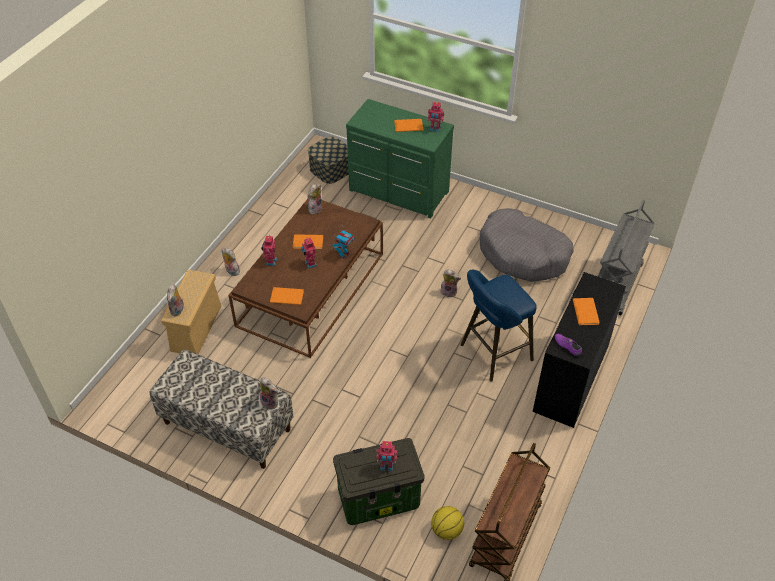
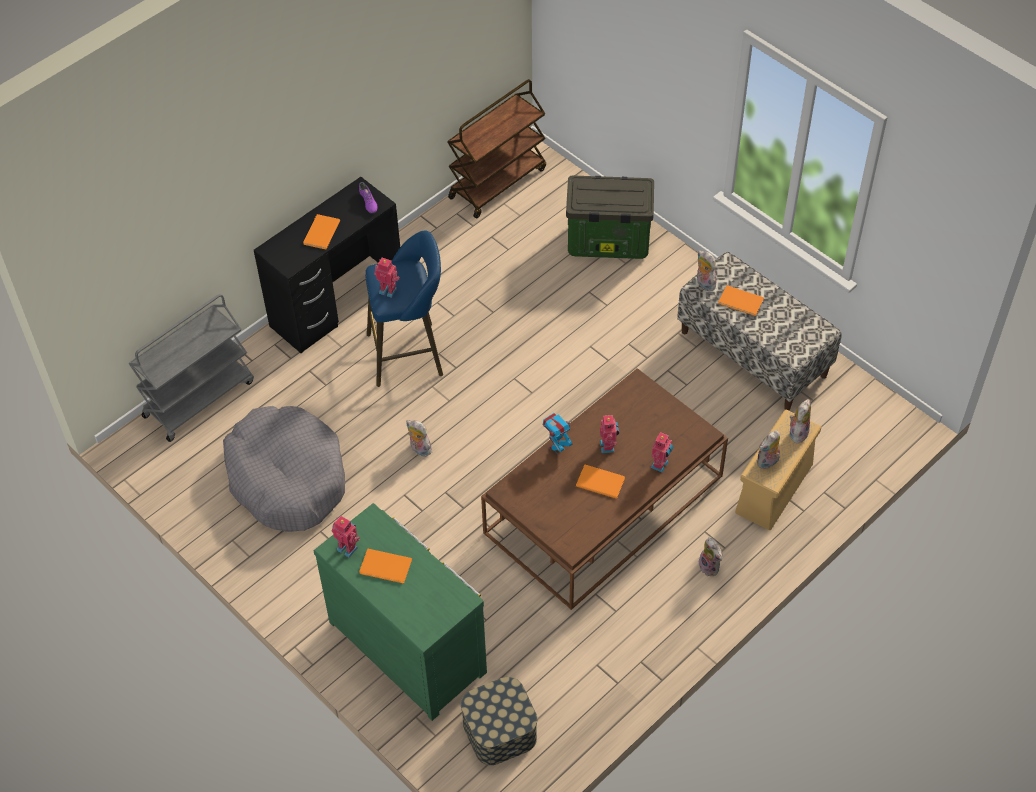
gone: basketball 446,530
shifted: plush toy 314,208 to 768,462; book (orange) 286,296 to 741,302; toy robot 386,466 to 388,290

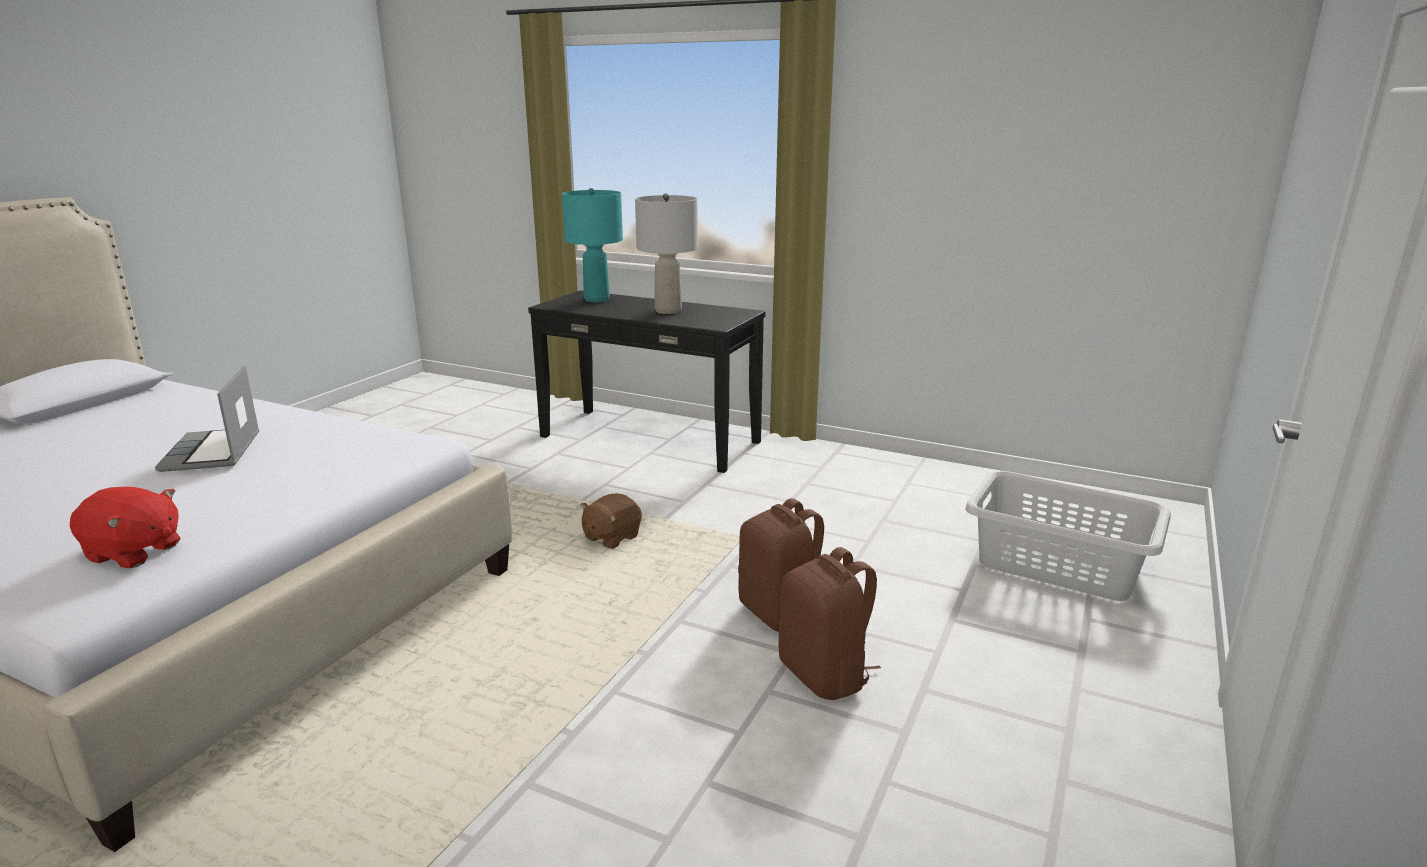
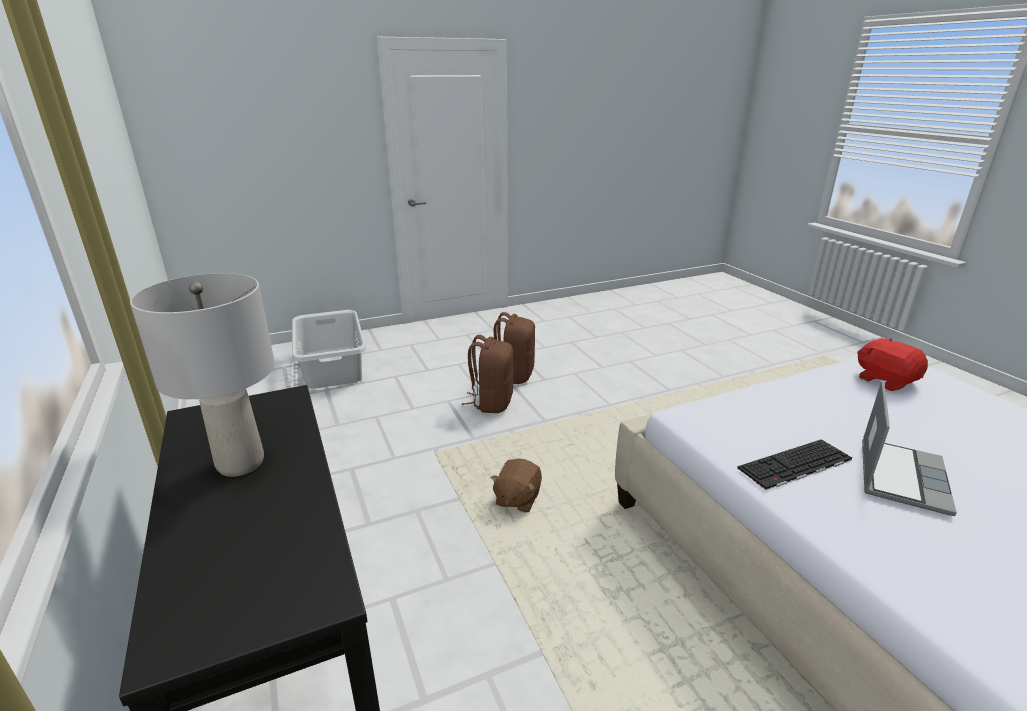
gone: table lamp (turquoise) 597,299
new: keyboard 795,465
rotated: plush toy (brown) 611,538 = 517,499 120 degrees clockwise

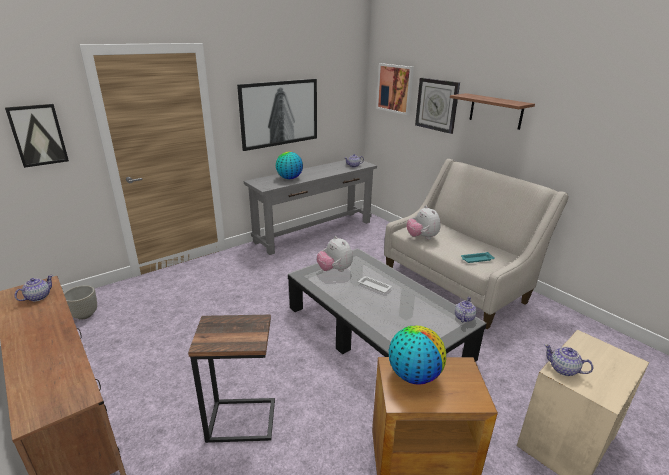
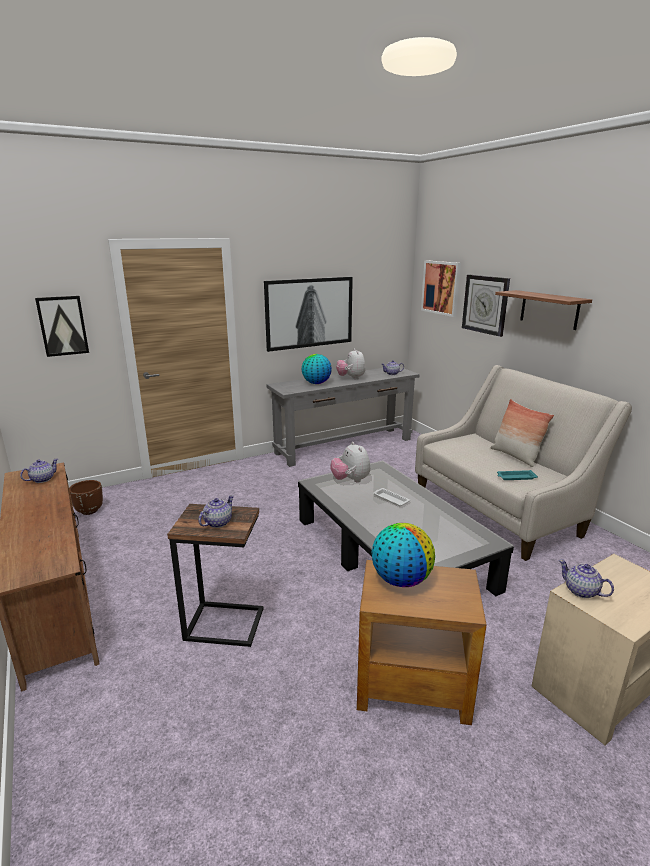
new: pillow 515,456
shifted: plush toy 422,237 to 351,378; teapot 463,318 to 217,523
repainted: planter (grey) 85,315 to planter (brown) 90,511

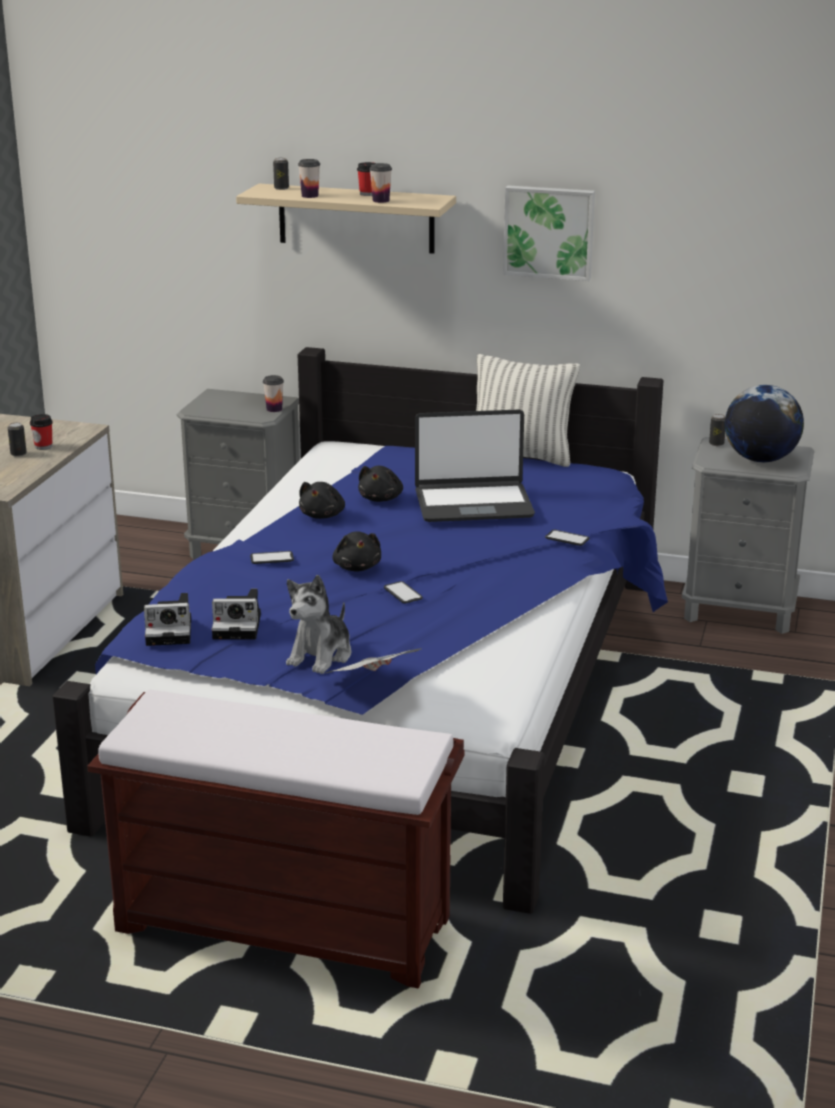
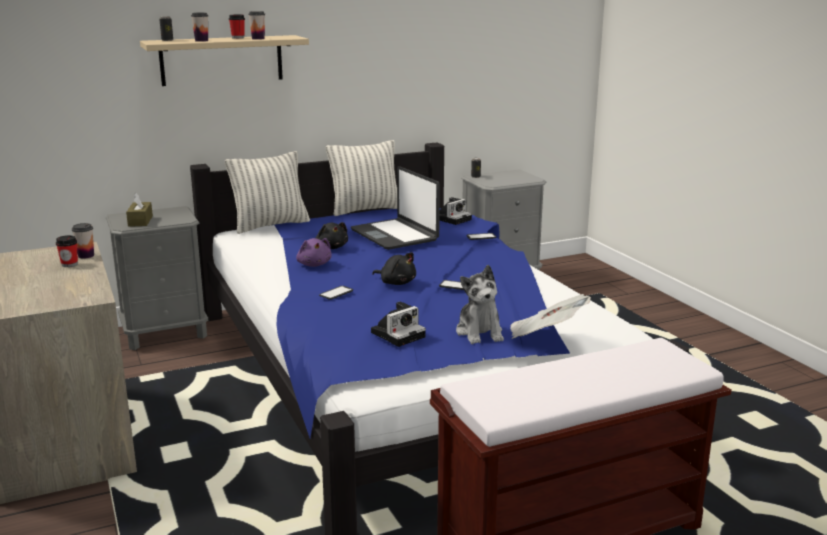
gone: picture 549,232; globe 760,459; can 18,454
new: pillow 270,225; tissue box (brown) 140,221
shifted: cup 274,409 to 86,256; photo camera 171,631 to 452,219
repainted: plush toy (black) 323,515 to plush toy (purple) 314,264
rotated: laptop 473,504 = 395,235 105 degrees clockwise

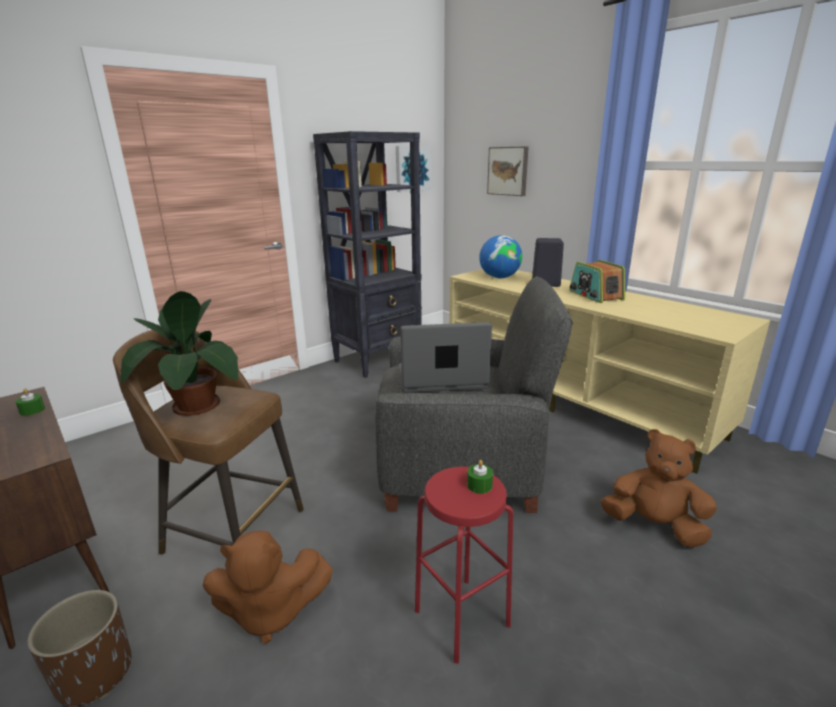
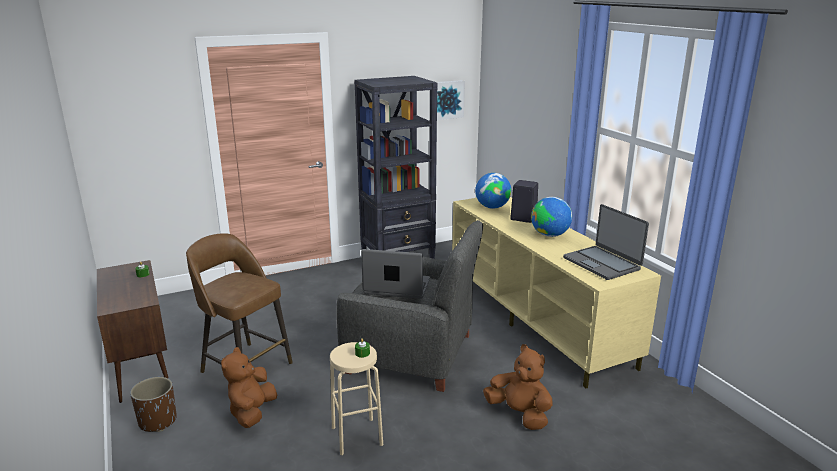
gone: picture 508,171; potted plant 195,407
new: laptop 602,263
swapped: radio 595,295 to globe 550,235
repainted: stool (red) 461,617 to stool (beige) 357,436
rotated: plush toy (brown) 270,612 = 252,412 90 degrees clockwise

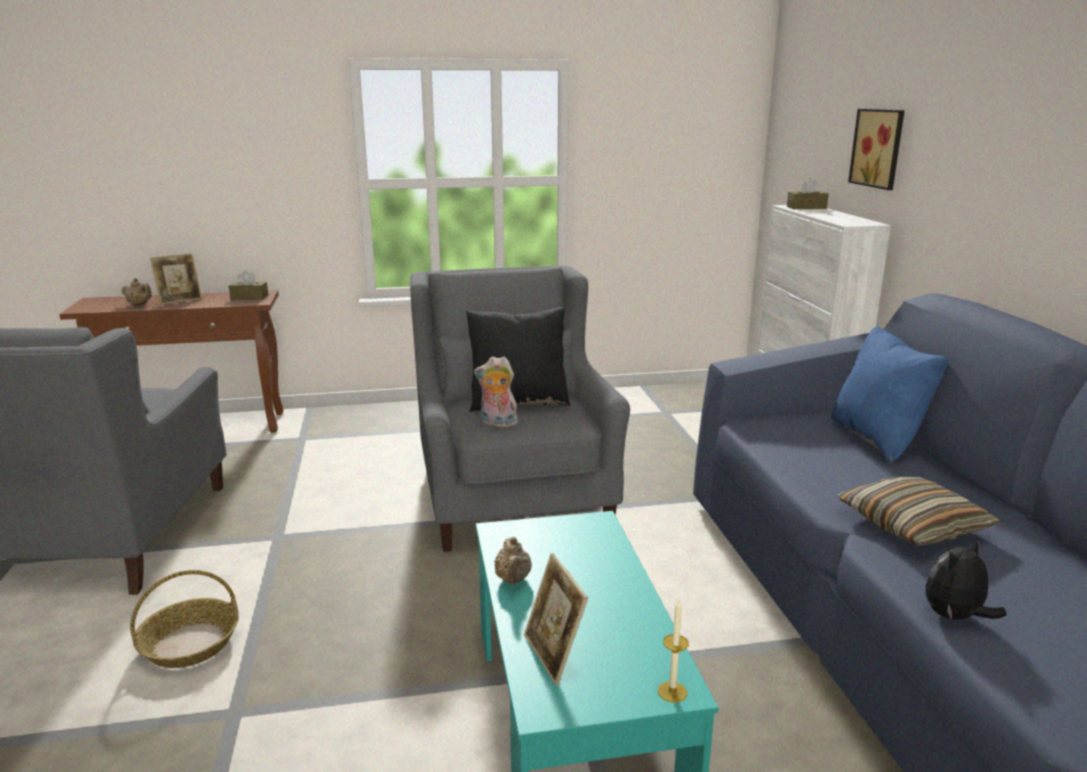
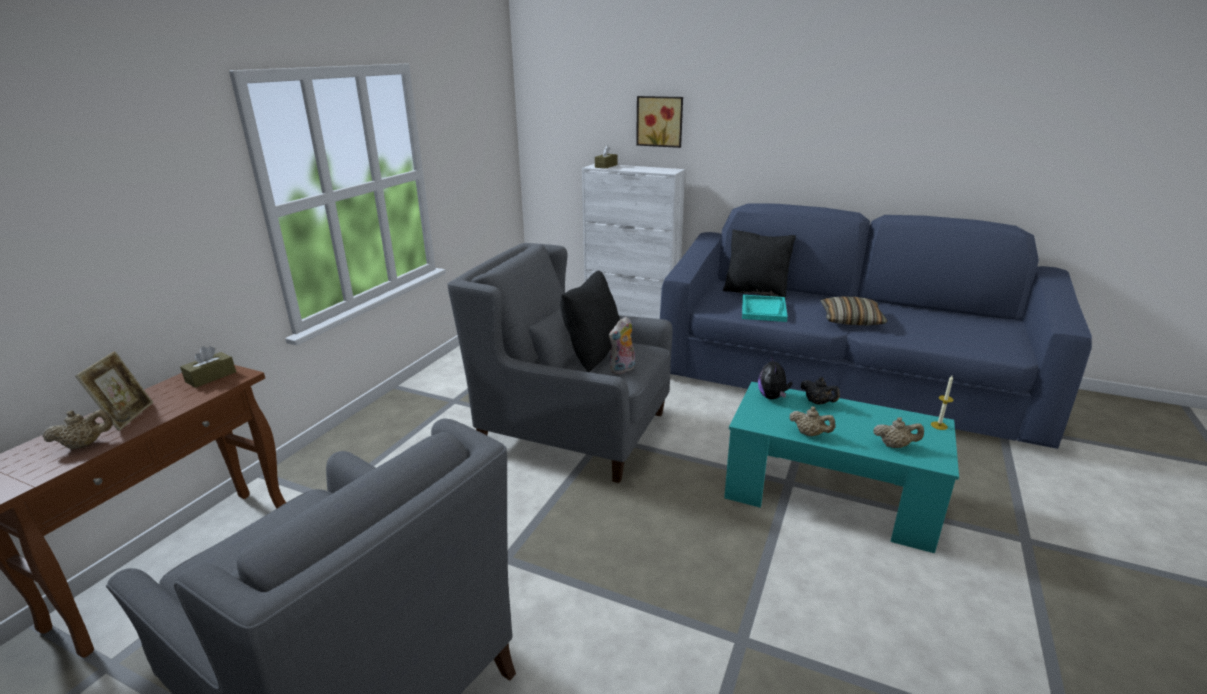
gone: basket 190,643
new: tray (turquoise) 763,310; teapot (black) 818,403
shifted: plush toy 954,617 to 772,397
swapped: picture frame 554,656 to teapot (beige) 895,446
repainted: pillow (blue) 878,439 to pillow (black) 755,292

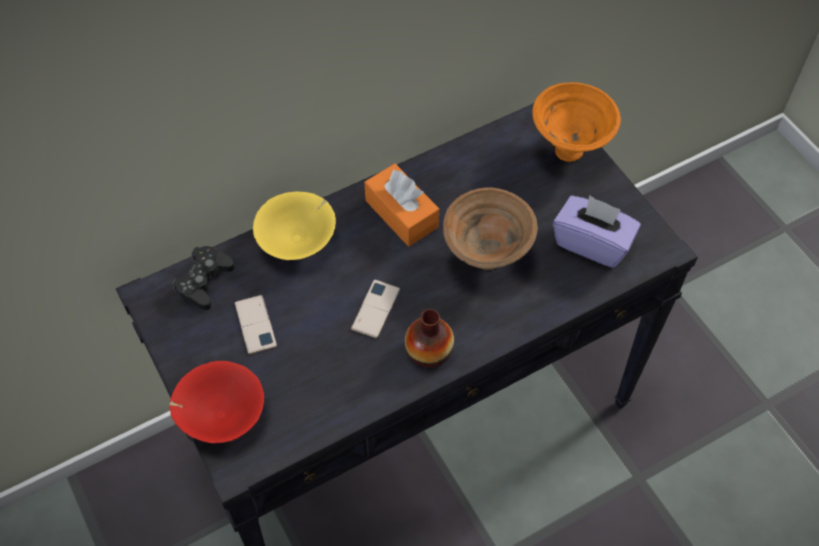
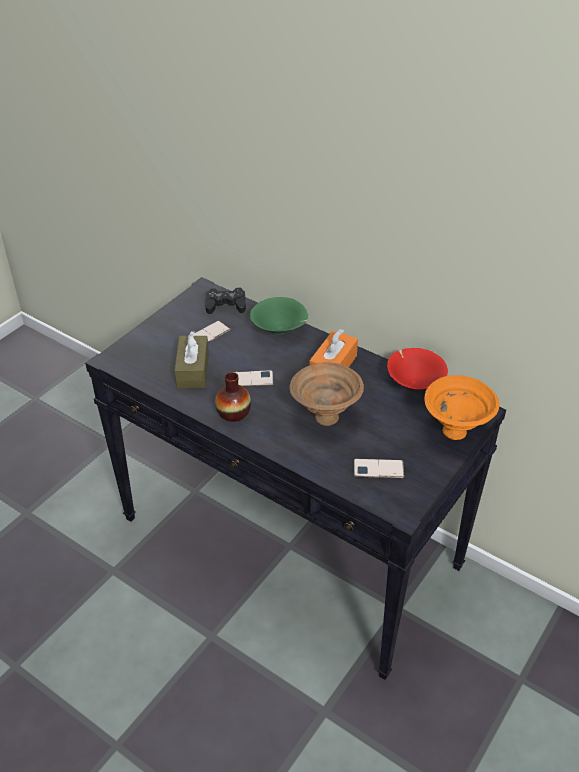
new: tissue box (brown) 193,370
shifted: bowl (red) 220,415 to 414,383
swapped: tissue box (purple) 592,243 to phone 378,469
repainted: bowl (yellow) 298,241 to bowl (green) 280,331

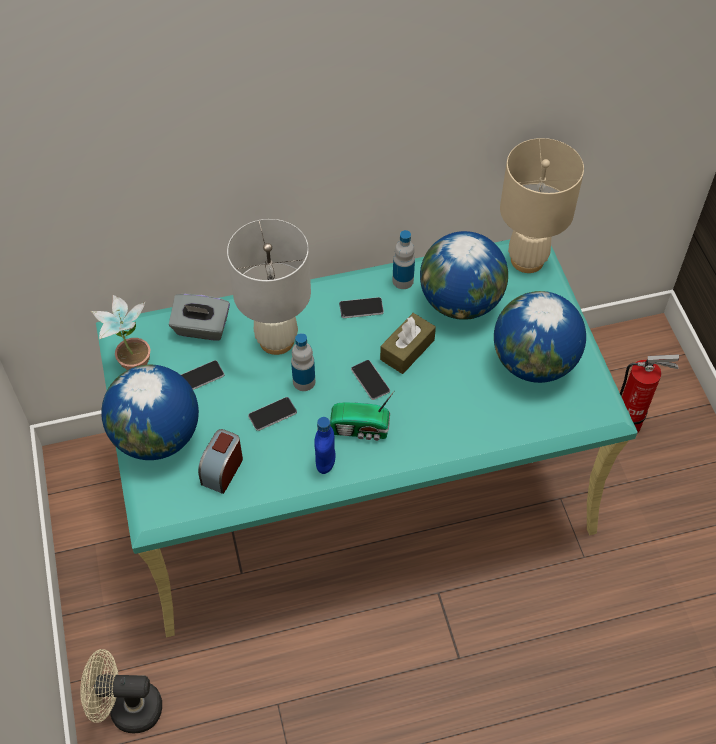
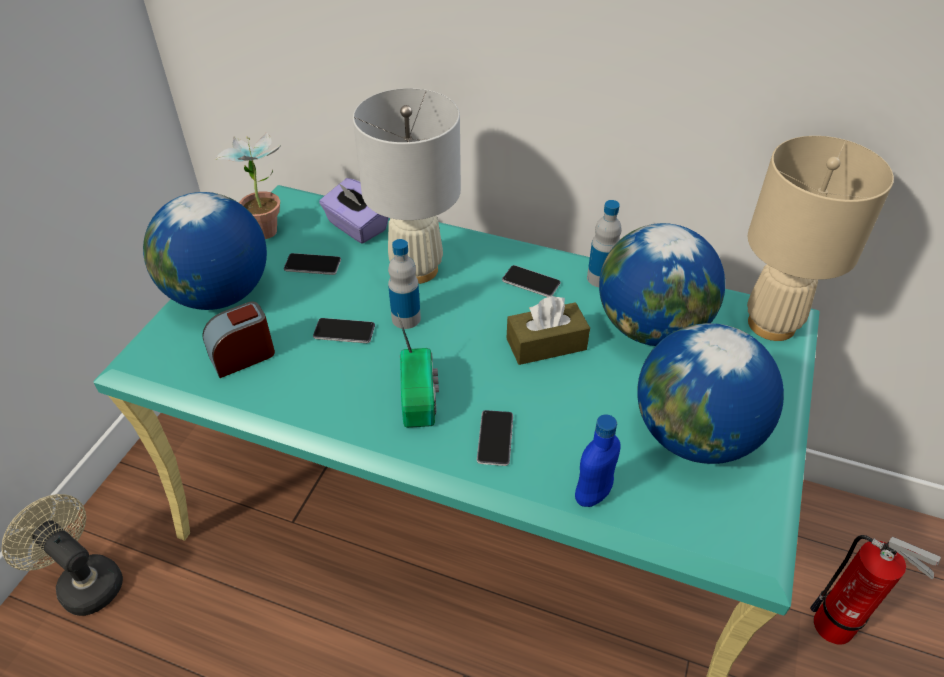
shifted: phone 370,380 to 495,438; bottle (blue) 325,463 to 593,494
repainted: tissue box (grey) 201,328 to tissue box (purple) 356,227
rotated: radio 361,429 = 420,396 135 degrees counterclockwise

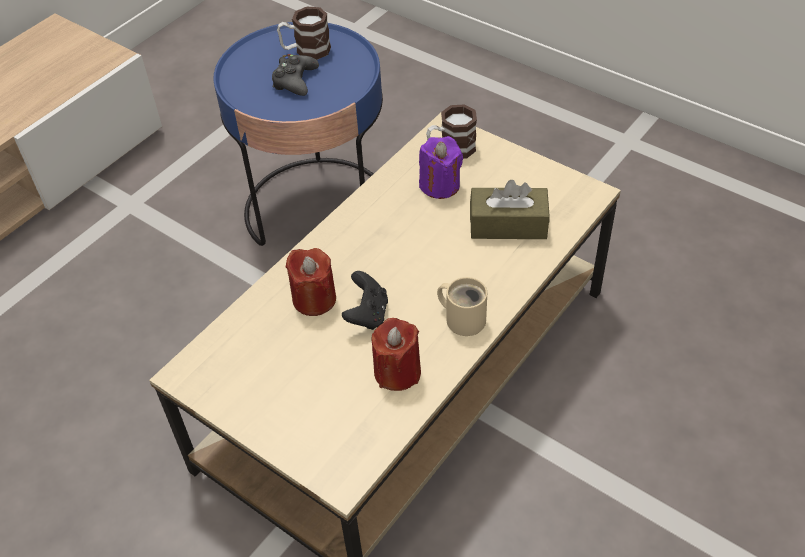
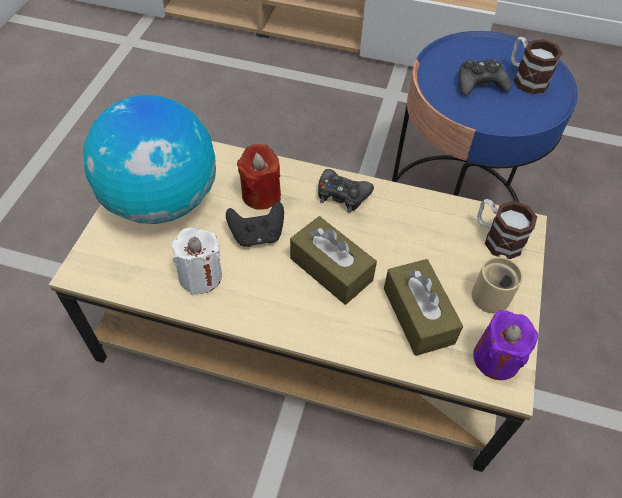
new: globe 162,202; game controller (black) 342,195; tissue box (brown) 331,269
shifted: candle (purple) 440,185 to 496,358; mug (beige) 463,317 to 492,294
repainted: candle (red) 397,372 to candle (white) 200,276

